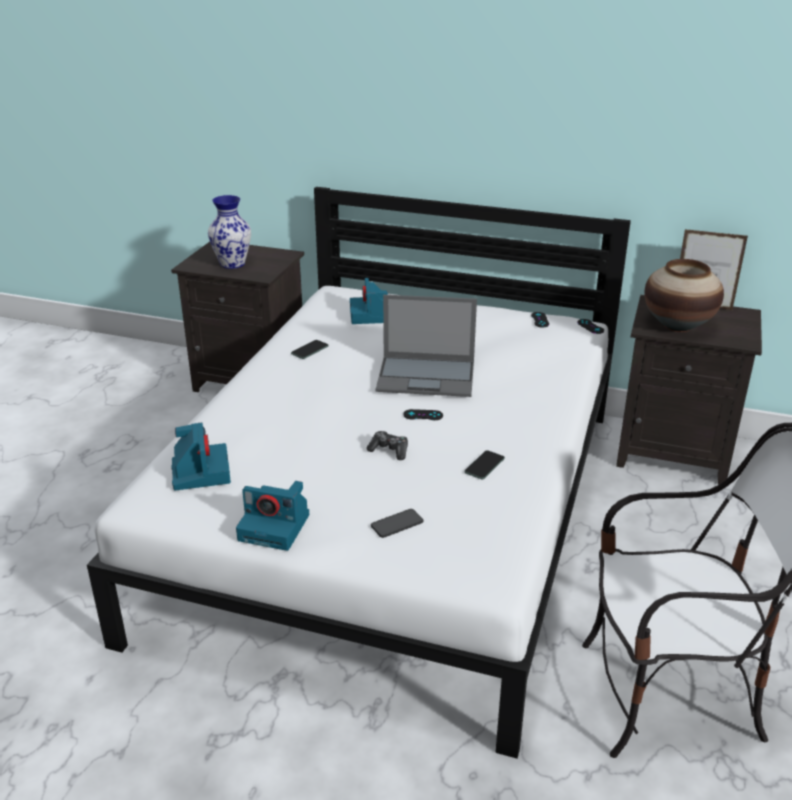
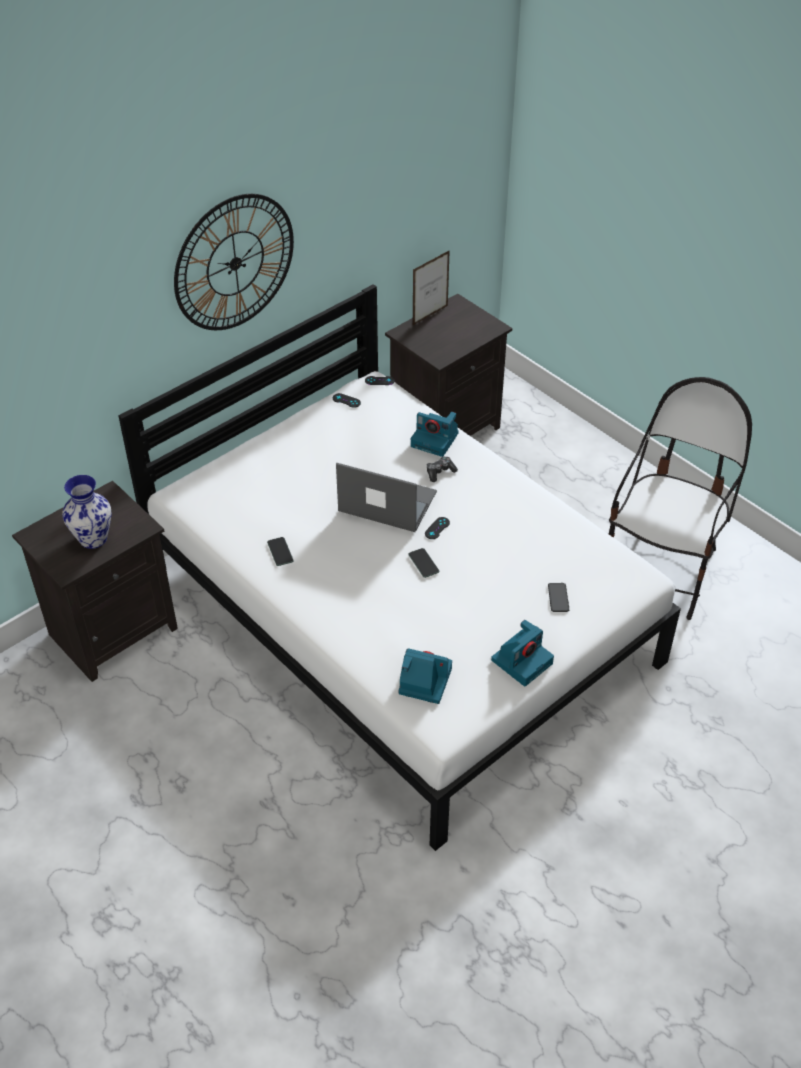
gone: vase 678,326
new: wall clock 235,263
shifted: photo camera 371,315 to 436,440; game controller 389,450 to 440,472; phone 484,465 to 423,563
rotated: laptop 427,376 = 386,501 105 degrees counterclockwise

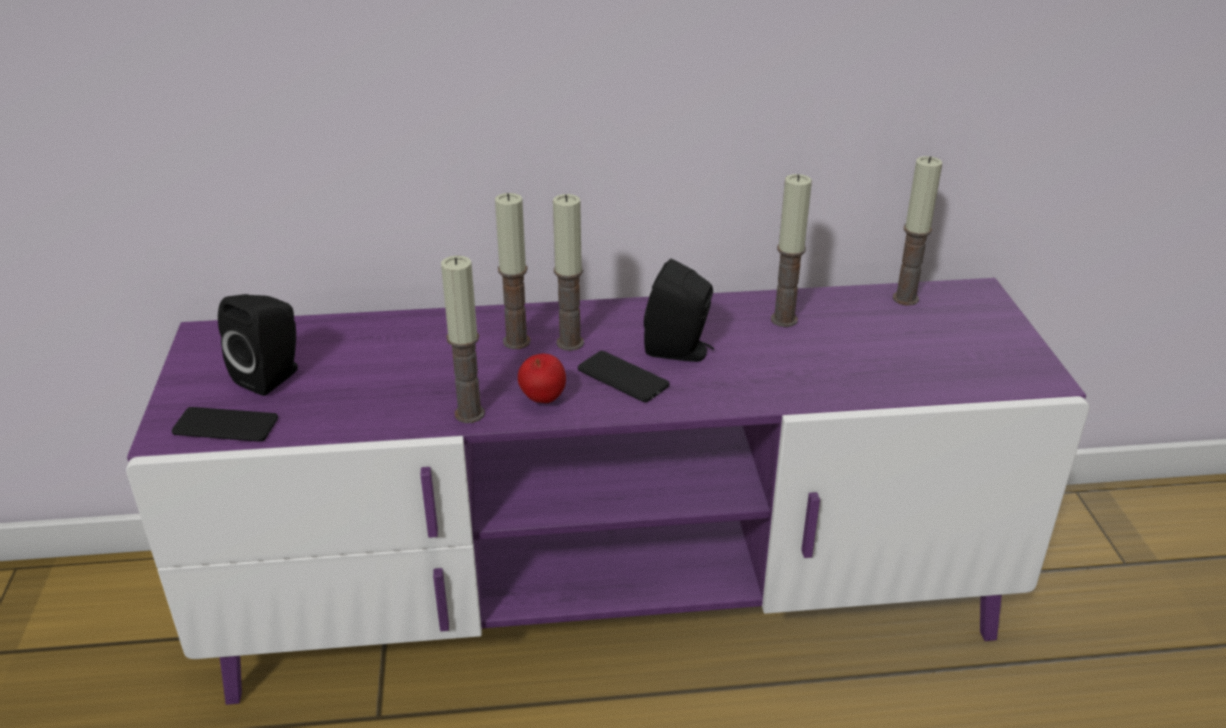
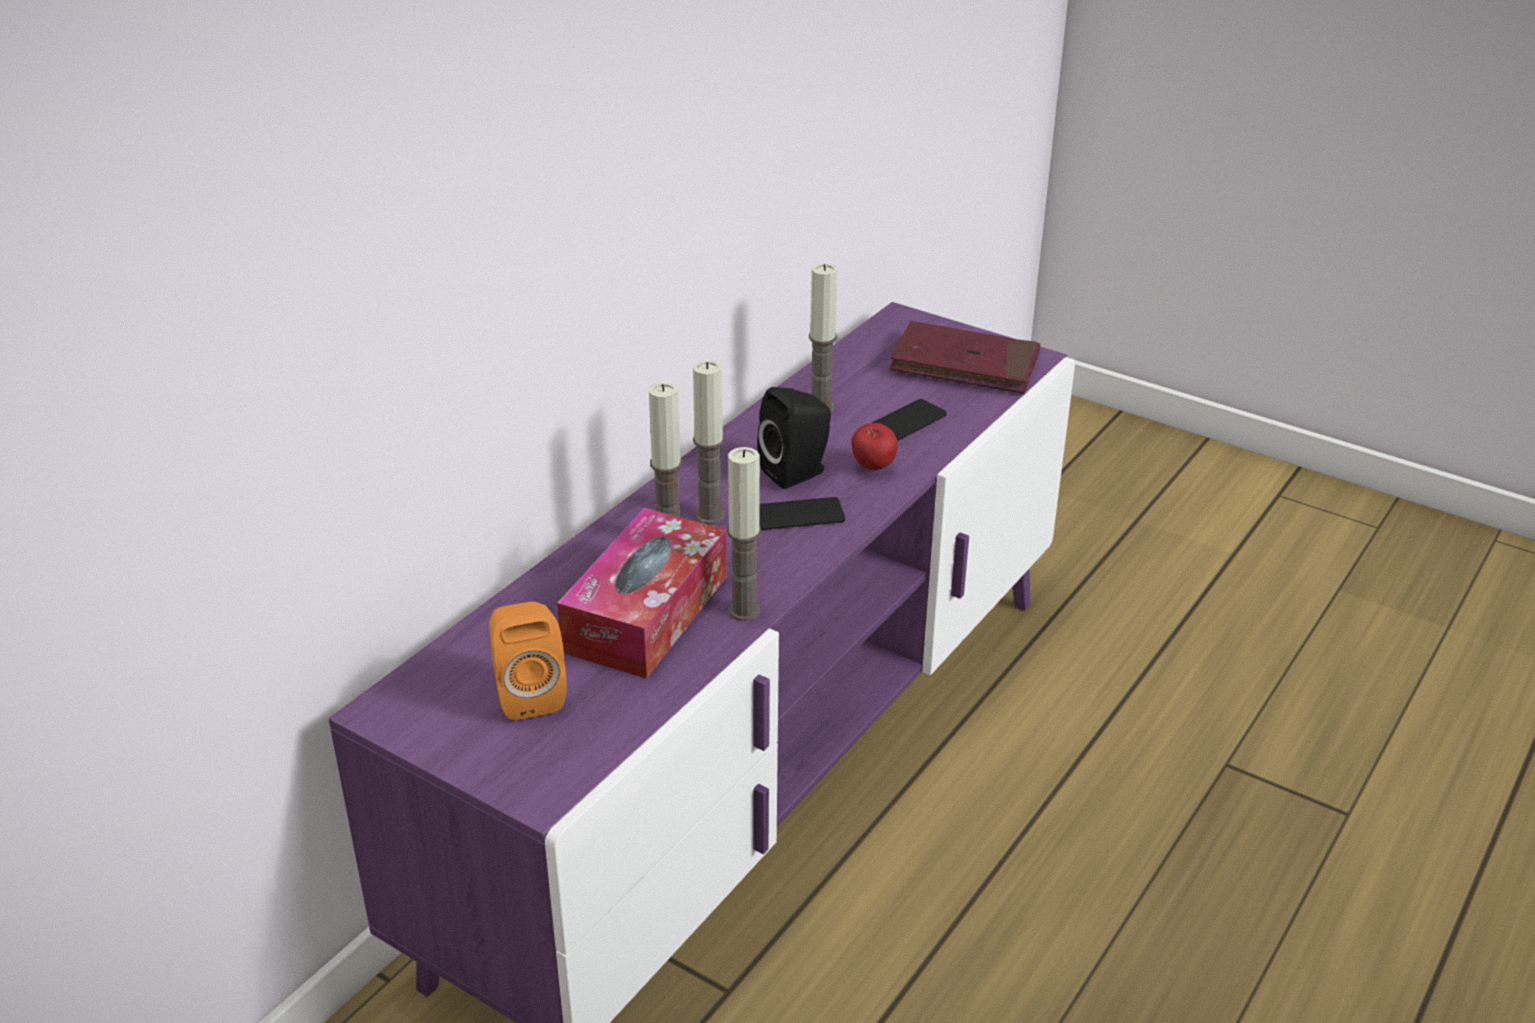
gone: candle 905,298
new: book (red) 965,364; tissue box 646,614
shifted: apple 542,400 to 872,468; phone 225,426 to 905,423
repainted: speaker (black) 272,376 to speaker (orange) 528,694

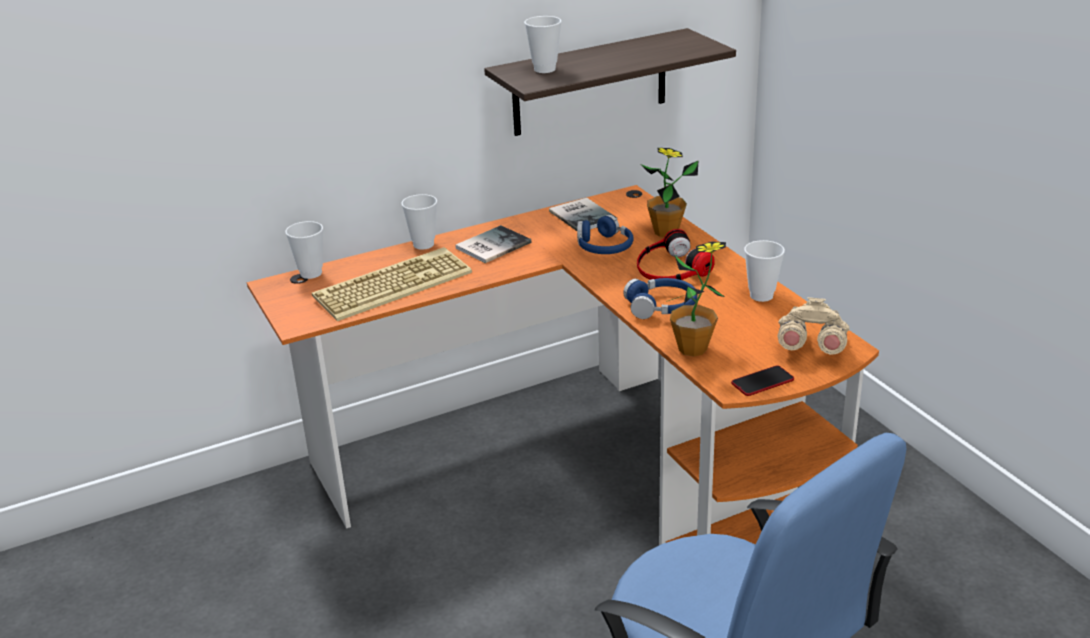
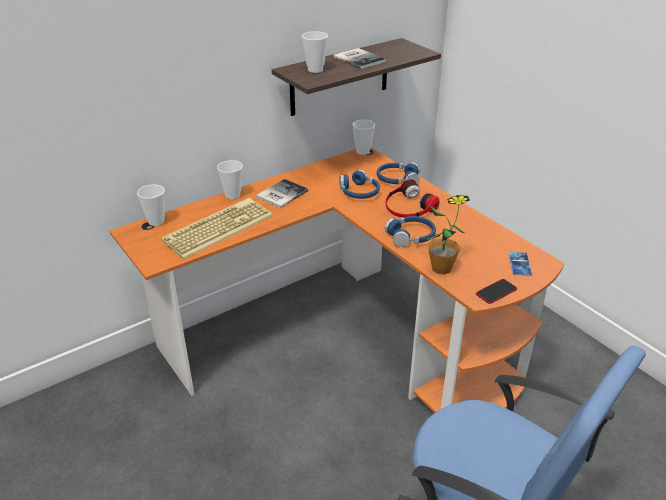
shifted: book 583,215 to 359,59; cup 761,296 to 363,151
swapped: potted plant 666,232 to headphones (blue) 397,180; binoculars (beige) 810,348 to phone 520,264

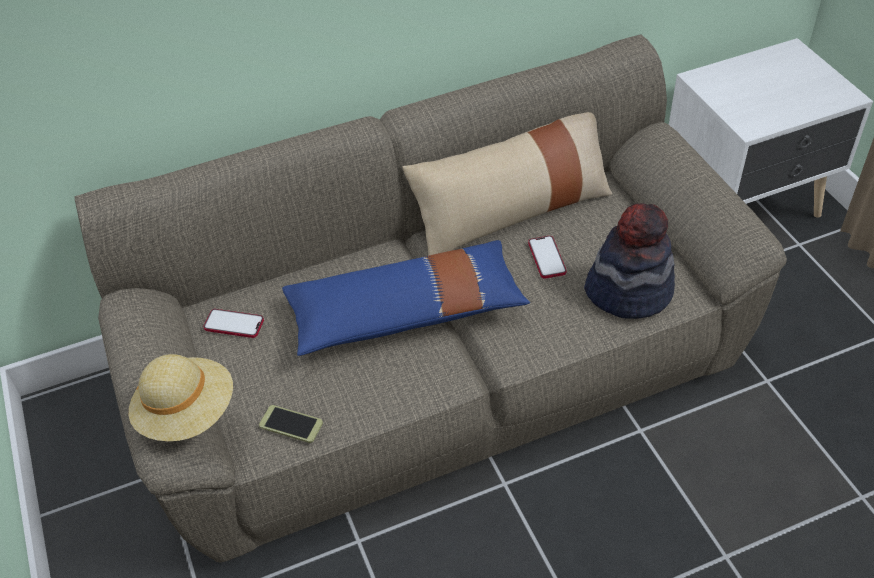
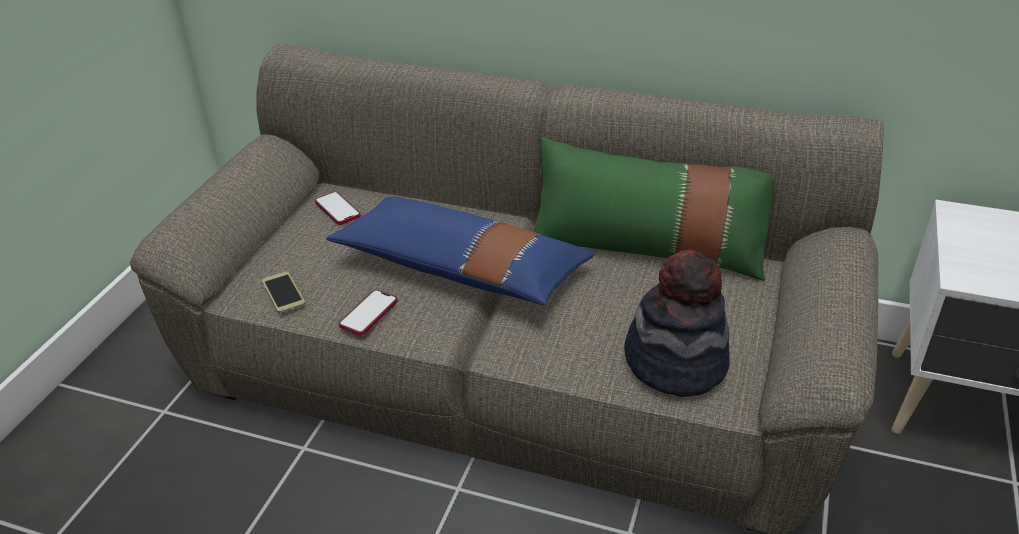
gone: hat (beige) 187,413
shifted: phone 546,258 to 368,314
repainted: pillow (beige) 512,213 to pillow (green) 648,248

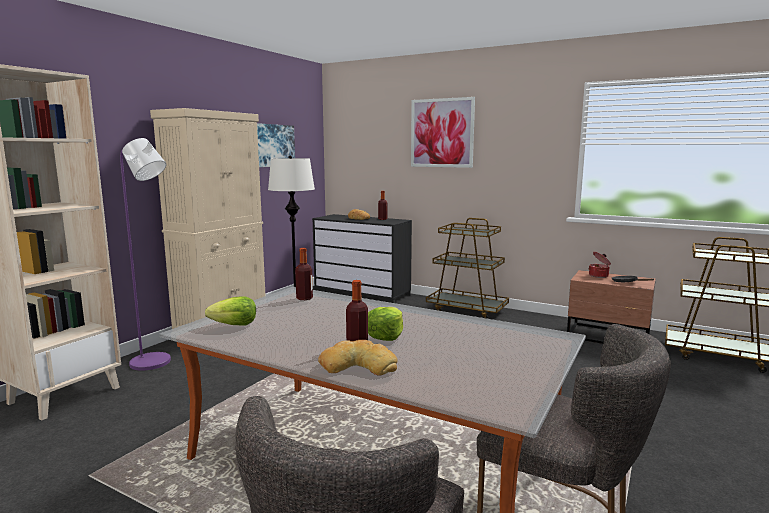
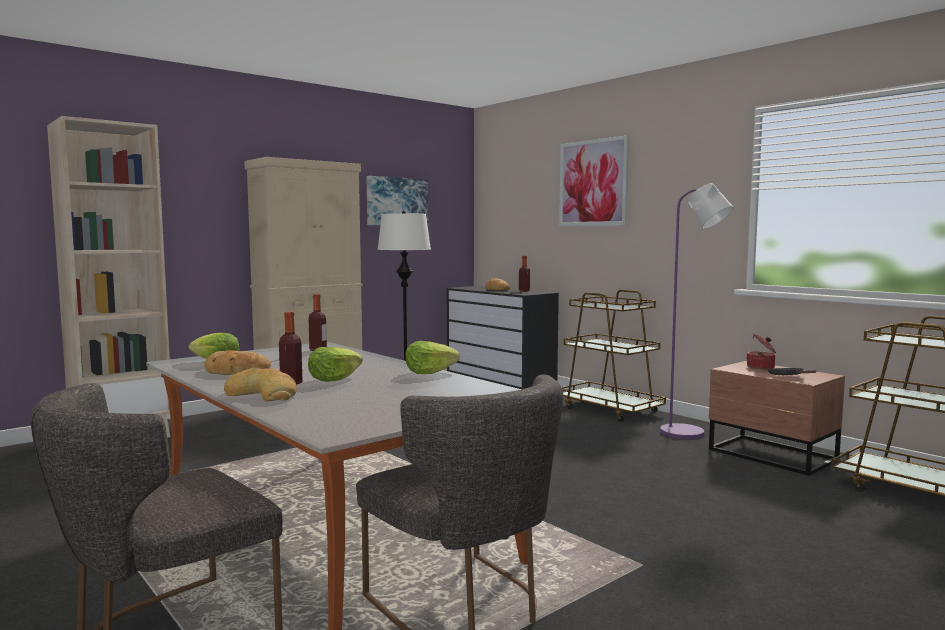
new: lettuce 429,372; bread 235,371
shifted: floor lamp (purple) 156,363 to 690,434

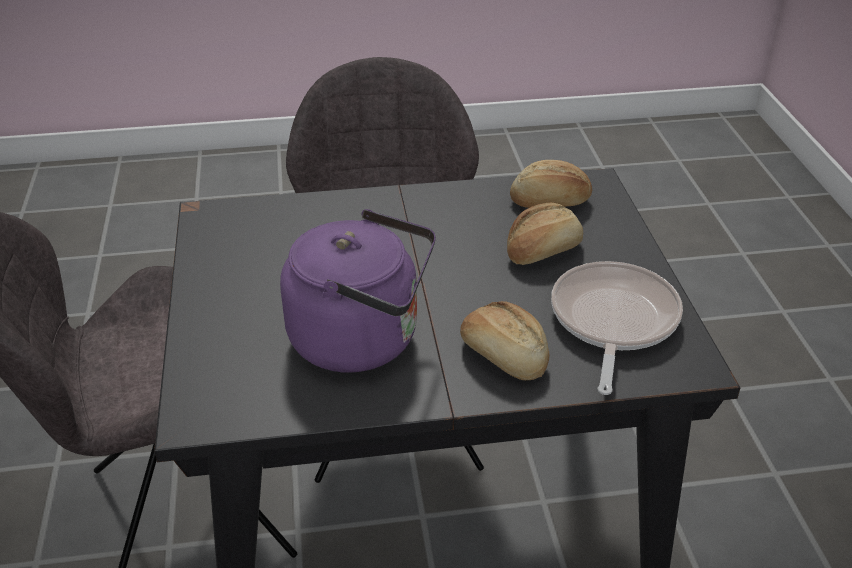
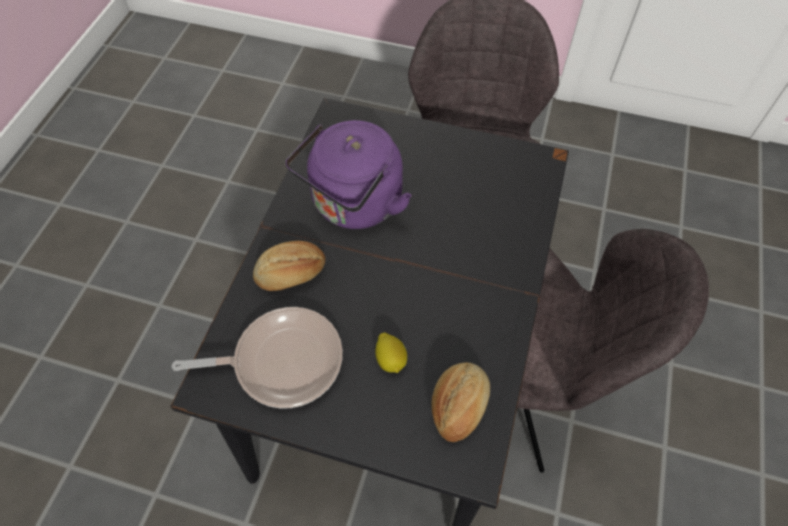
swapped: bread 542,250 to lemon 391,359
rotated: frying pan 612,321 = 282,361 45 degrees counterclockwise

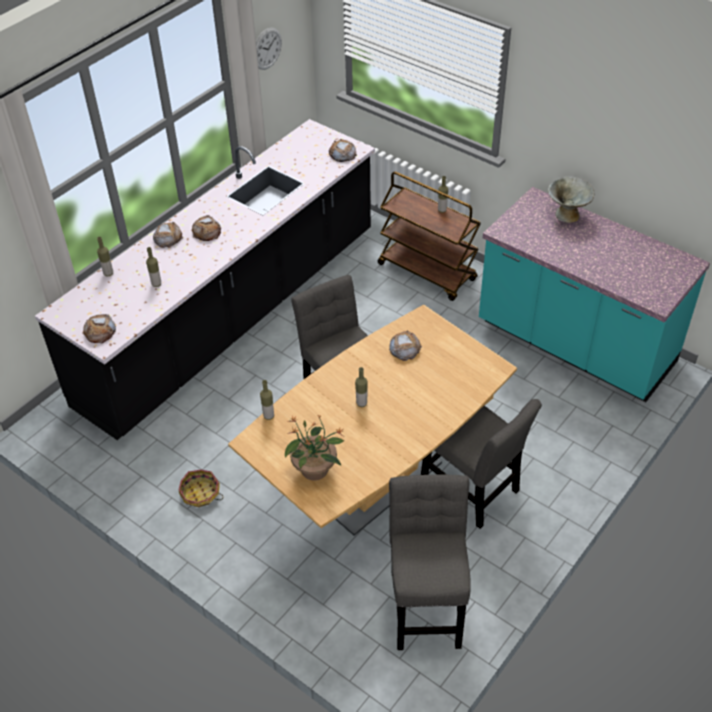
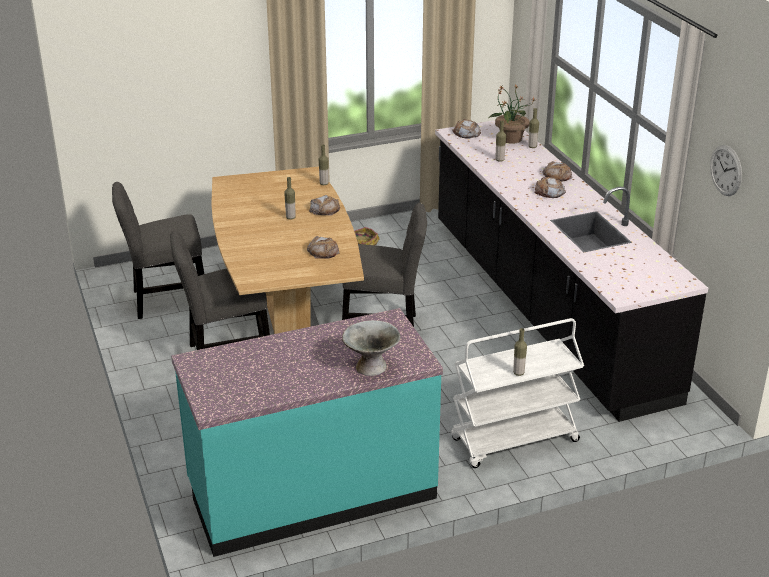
shifted: bread 342,154 to 324,209; potted plant 315,470 to 510,139
repainted: cart (brown) 427,272 to cart (white) 514,441
rotated: chair (grey) 426,603 = 166,300 135 degrees clockwise

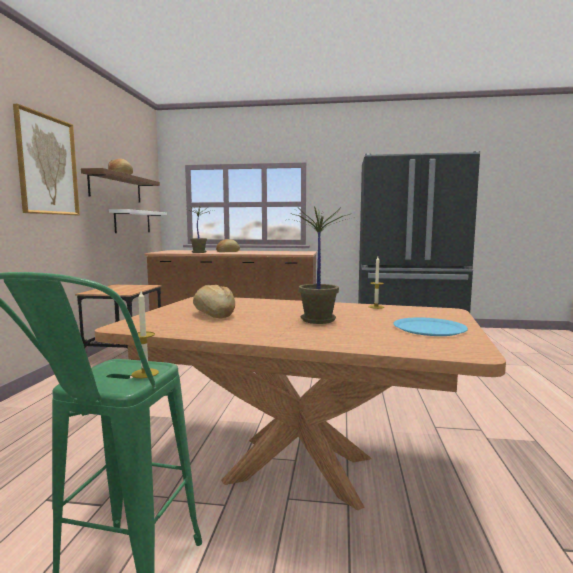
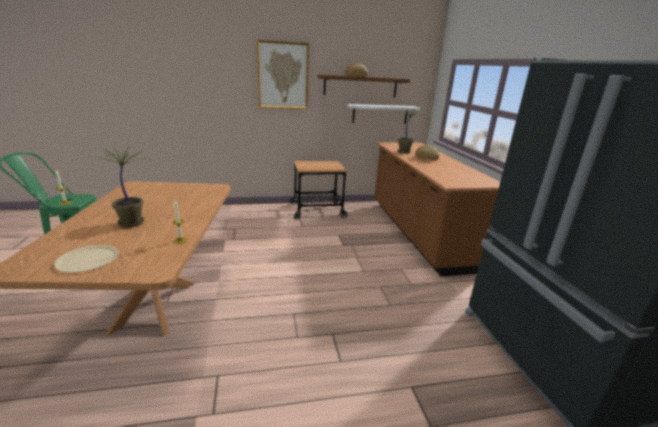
gone: bread 213,315
repainted: plate (blue) 429,328 to plate (beige) 88,259

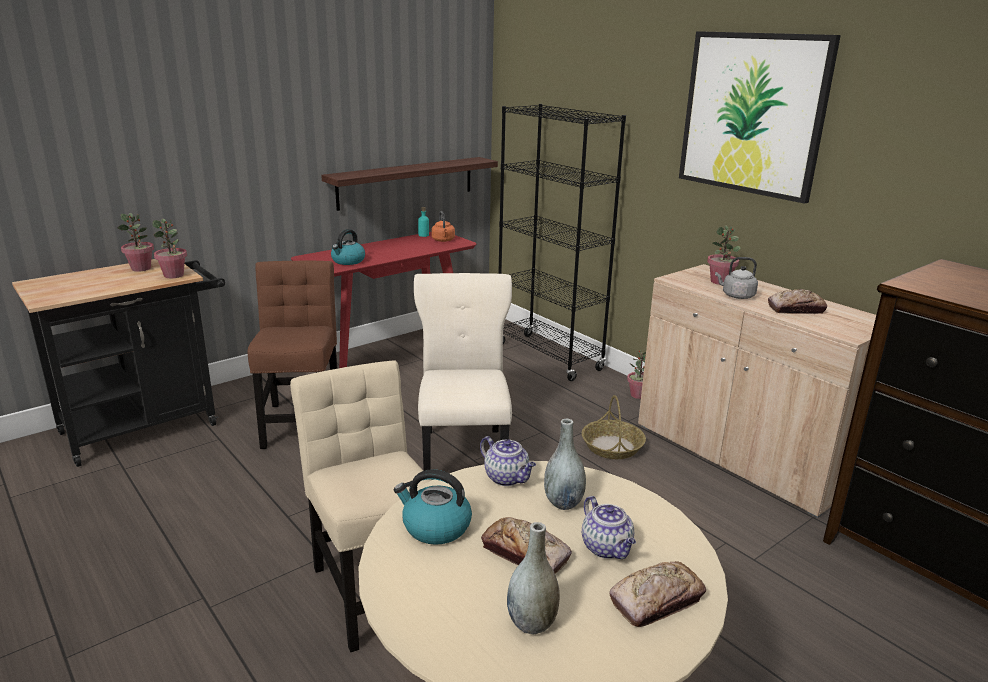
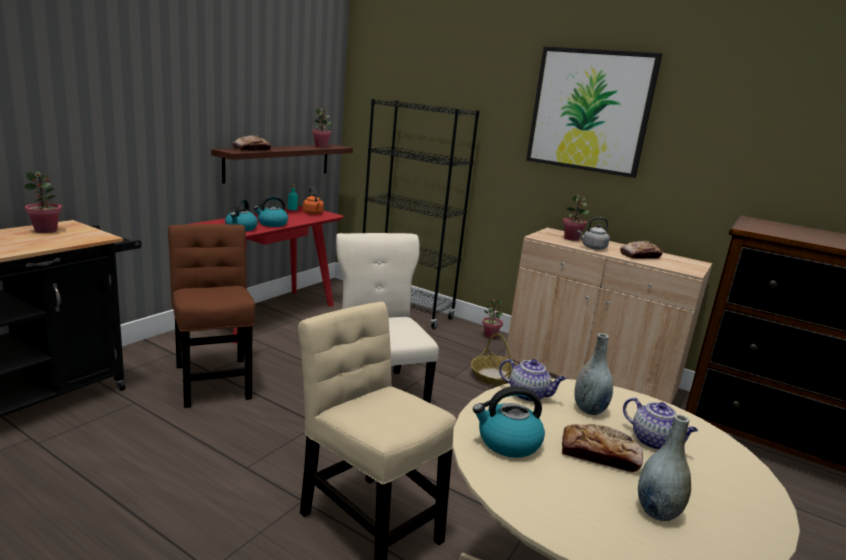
new: kettle 272,224
shifted: potted plant 174,275 to 321,146; bread 656,601 to 252,149

